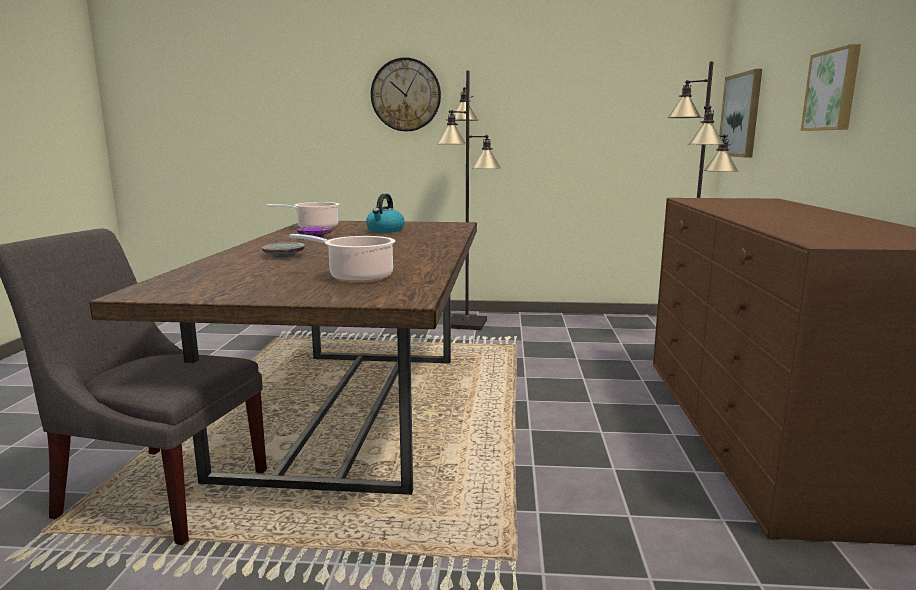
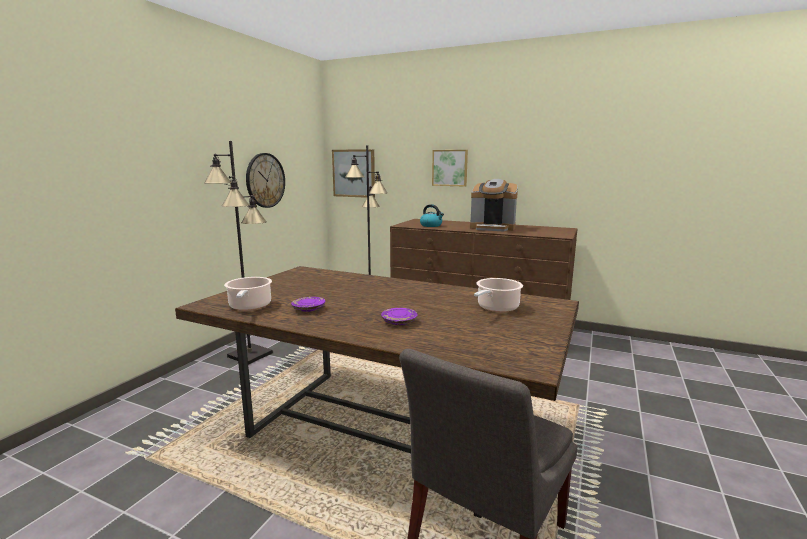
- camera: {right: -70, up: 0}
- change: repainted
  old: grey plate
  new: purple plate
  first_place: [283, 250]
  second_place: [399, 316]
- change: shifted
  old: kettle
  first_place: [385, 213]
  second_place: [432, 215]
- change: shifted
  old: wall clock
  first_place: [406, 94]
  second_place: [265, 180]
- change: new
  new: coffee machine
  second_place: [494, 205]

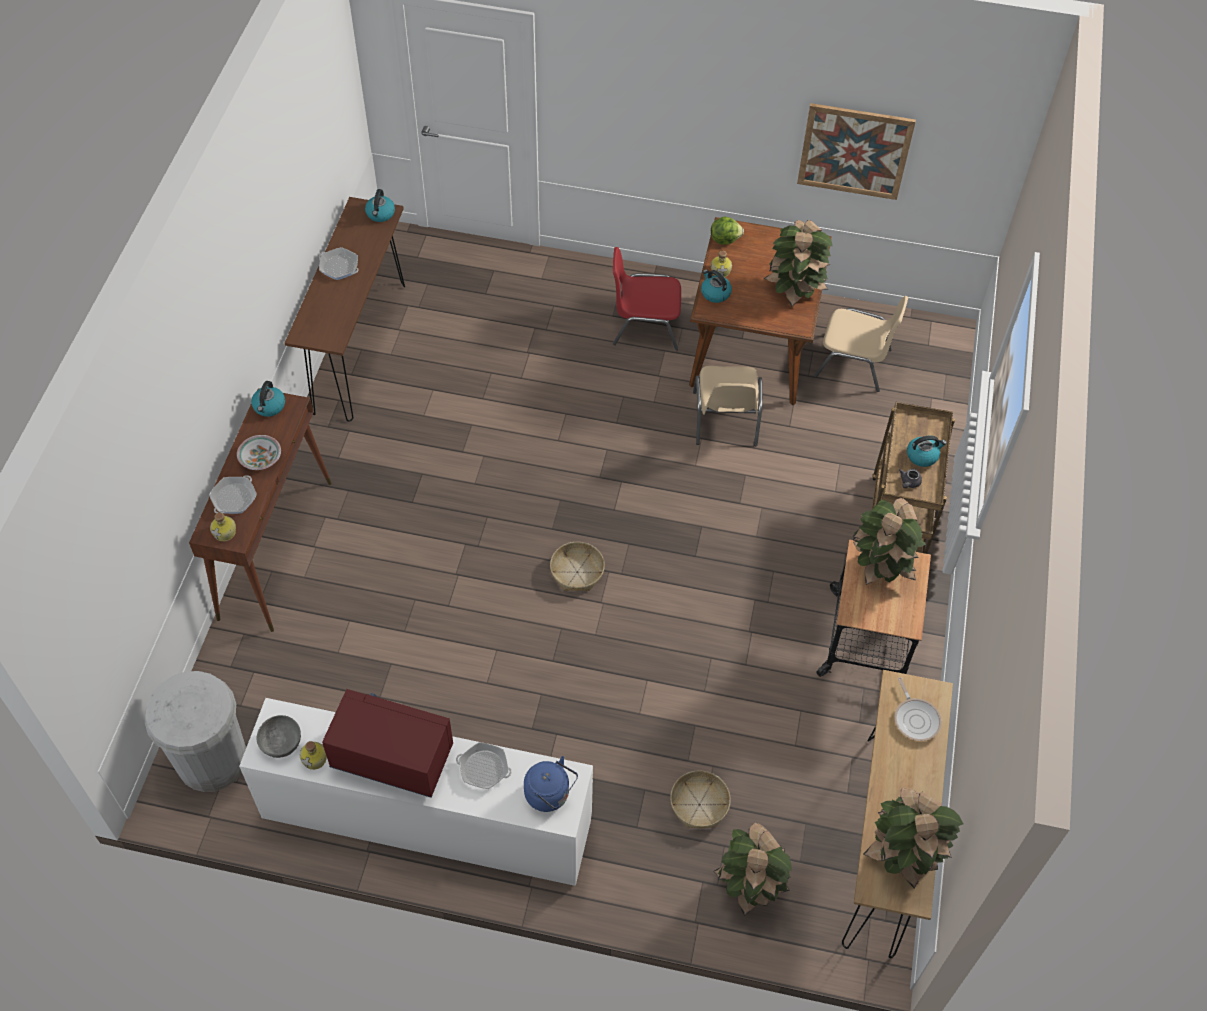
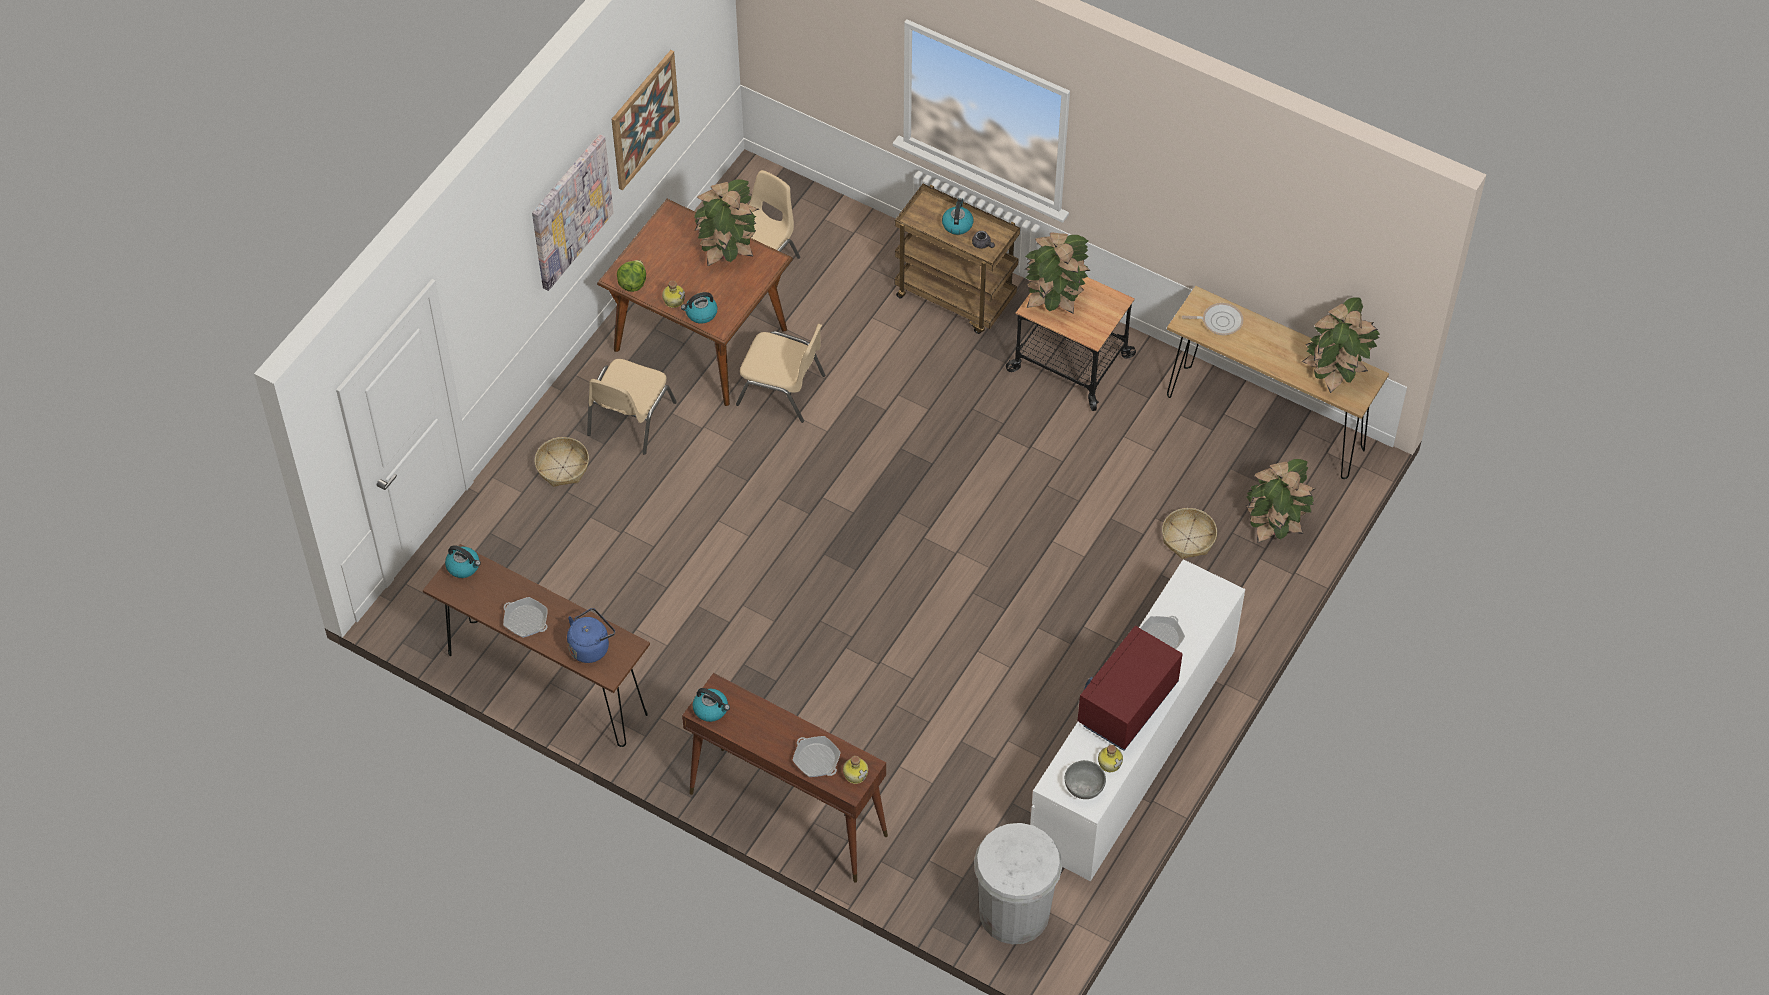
- camera: {right: -70, up: 0}
- change: gone
  old: bowl
  first_place: [259, 452]
- change: rotated
  old: frying pan
  first_place: [339, 263]
  second_place: [525, 617]
  degrees: -105
- change: shifted
  old: blue kettle
  first_place: [551, 784]
  second_place: [591, 635]
- change: shifted
  old: basket
  first_place: [577, 566]
  second_place: [562, 462]
- change: repainted
  old: red chair
  new: beige chair
  first_place: [647, 298]
  second_place: [632, 407]
- change: new
  new: picture
  second_place: [573, 212]

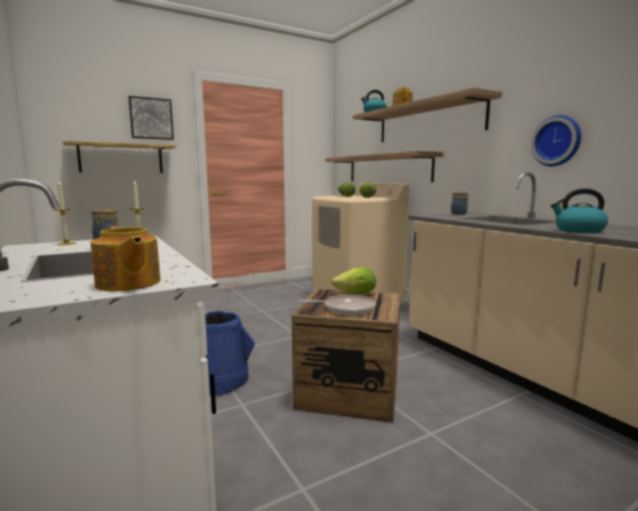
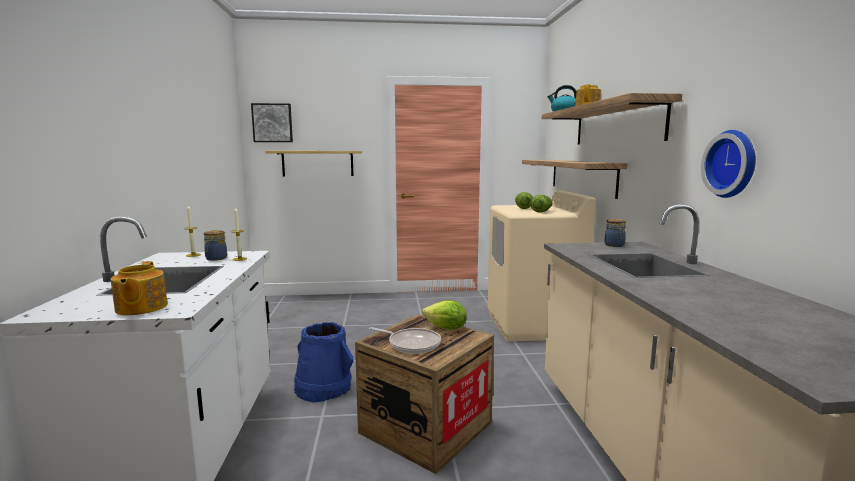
- camera: {right: 25, up: 0}
- change: shifted
  old: picture
  first_place: [151, 118]
  second_place: [272, 122]
- change: gone
  old: kettle
  first_place: [579, 210]

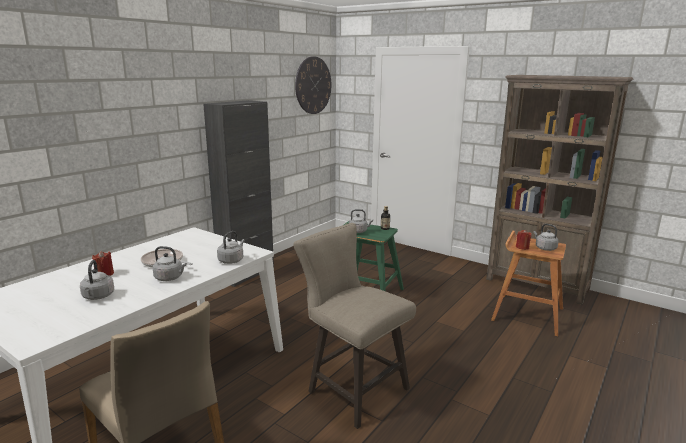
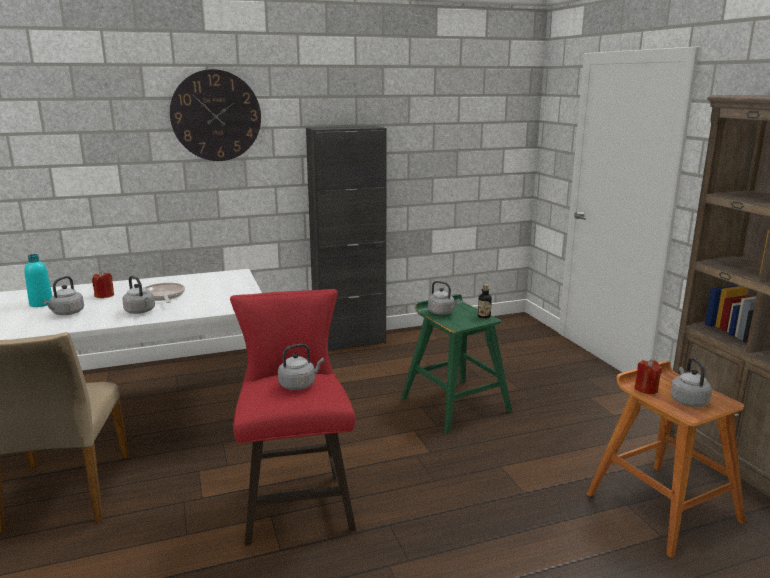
- camera: {right: 35, up: 0}
- change: shifted
  old: grey kettle
  first_place: [231, 247]
  second_place: [301, 367]
- change: repainted
  old: beige stool
  new: red stool
  first_place: [354, 326]
  second_place: [293, 417]
- change: shifted
  old: wall clock
  first_place: [313, 85]
  second_place: [215, 115]
- change: new
  new: turquoise bottle
  second_place: [38, 280]

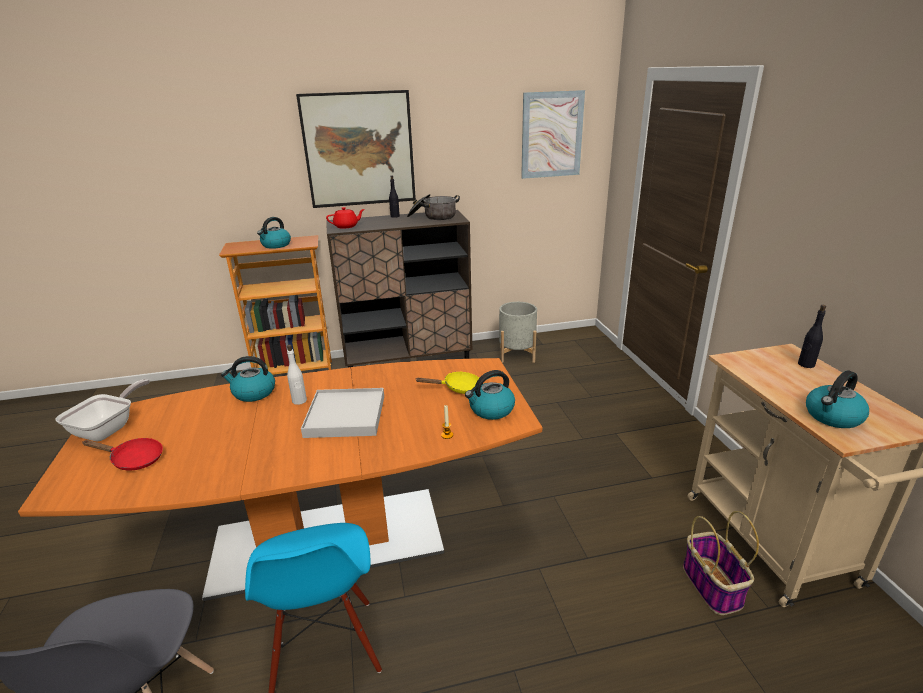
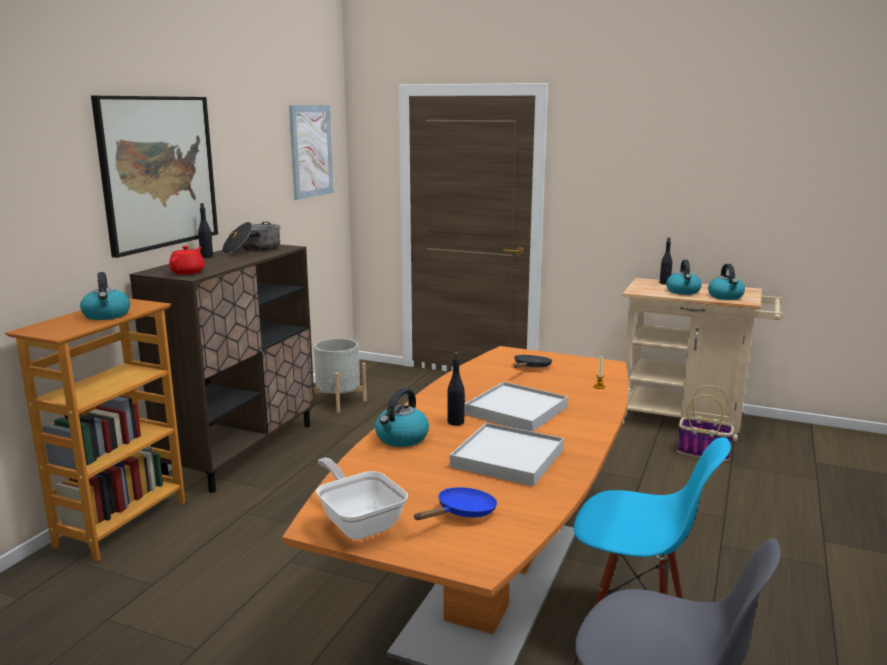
- camera: {right: -55, up: -10}
- change: repainted
  old: red frying pan
  new: blue frying pan
  first_place: [123, 454]
  second_place: [455, 503]
- change: repainted
  old: white bottle
  new: black bottle
  first_place: [297, 375]
  second_place: [456, 389]
- change: repainted
  old: yellow frying pan
  new: black frying pan
  first_place: [447, 382]
  second_place: [532, 361]
- change: shifted
  old: kettle
  first_place: [490, 395]
  second_place: [684, 277]
- change: new
  new: white tray
  second_place: [507, 455]

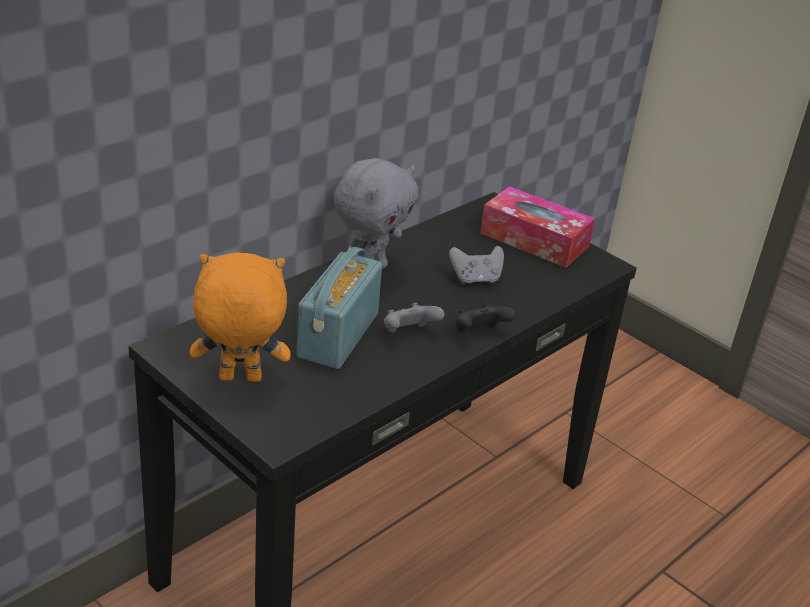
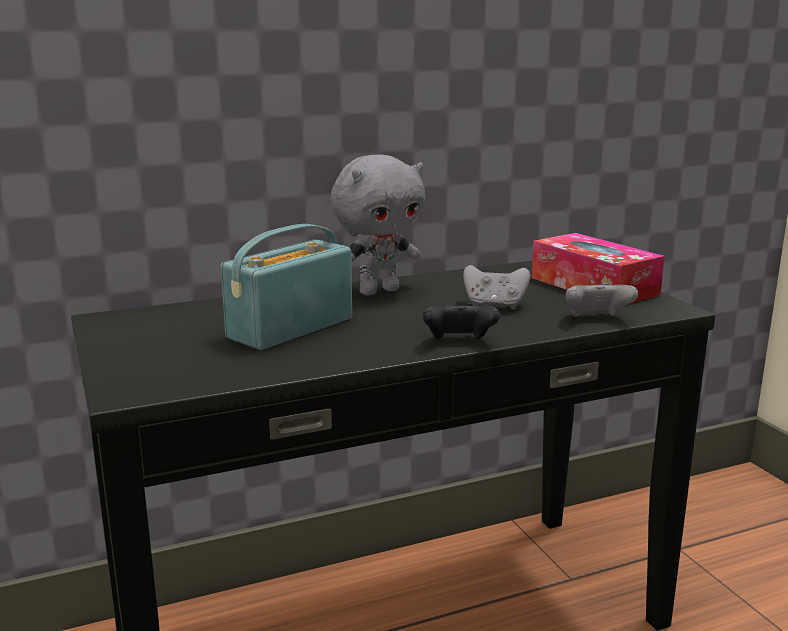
- camera: {right: 25, up: -15}
- change: gone
  old: orange plush toy
  first_place: [240, 317]
- change: shifted
  old: grey game controller
  first_place: [414, 317]
  second_place: [602, 300]

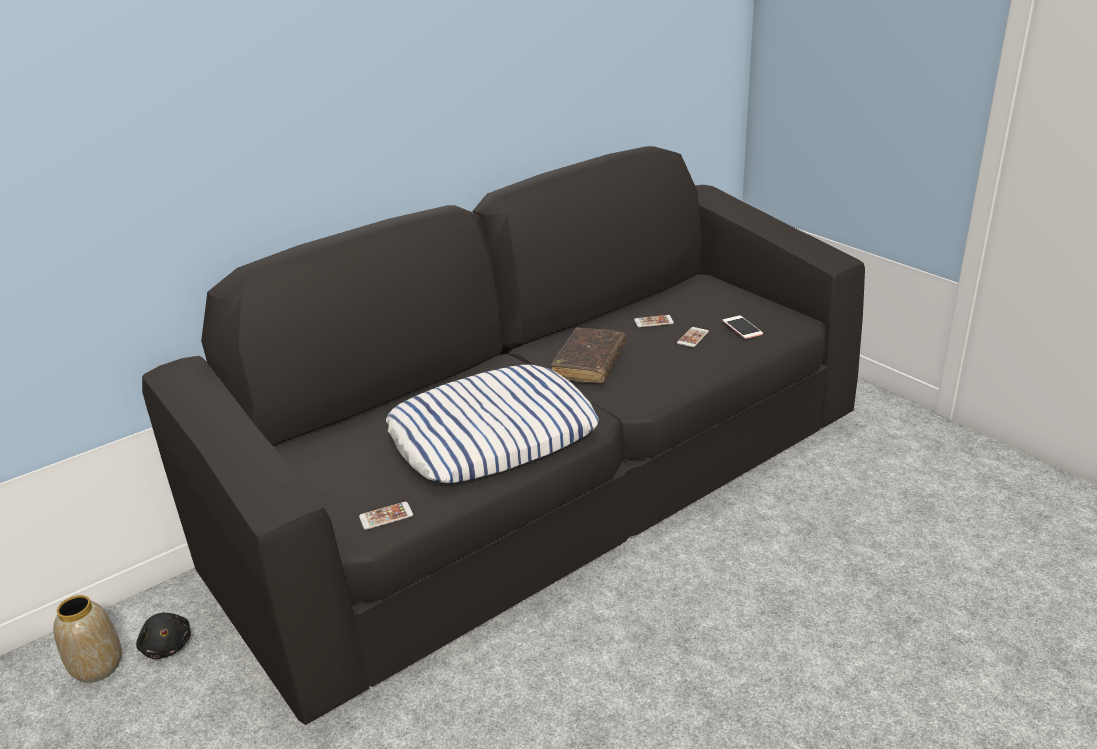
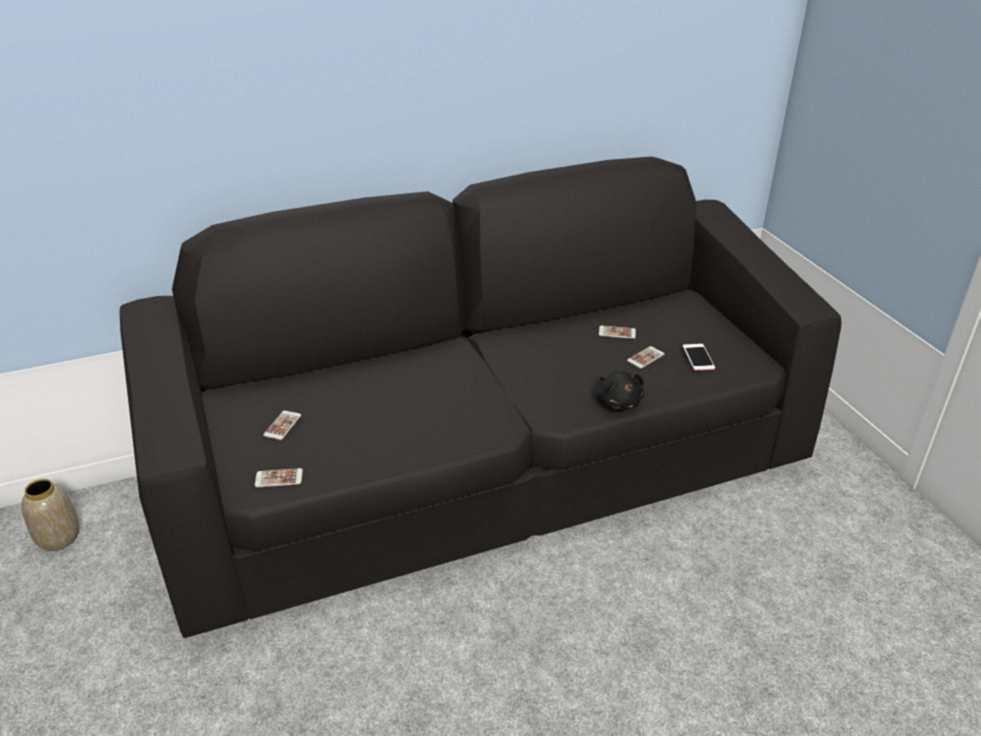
- camera: {right: 15, up: 5}
- change: shifted
  old: black plush toy
  first_place: [163, 636]
  second_place: [620, 390]
- change: gone
  old: pillow
  first_place: [492, 424]
- change: gone
  old: brown book
  first_place: [588, 355]
- change: new
  new: phone
  second_place: [282, 425]

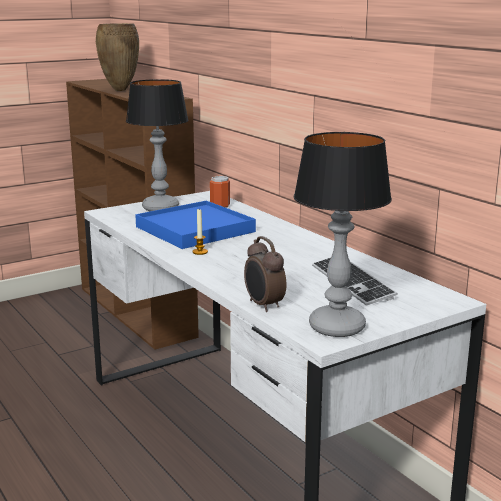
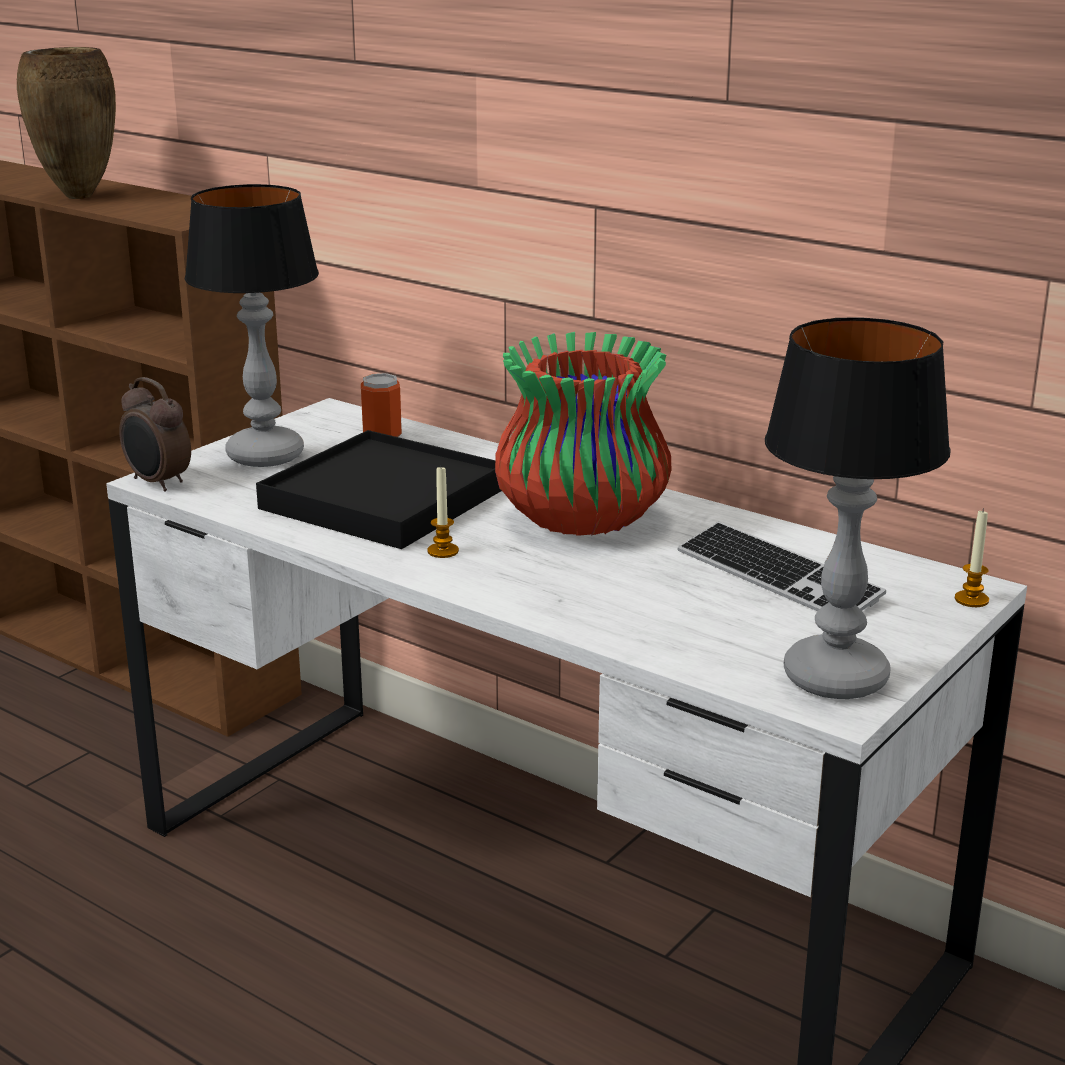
- camera: {right: -20, up: 5}
- change: repainted
  old: blue tray
  new: black tray
  first_place: [195, 225]
  second_place: [378, 489]
- change: shifted
  old: alarm clock
  first_place: [265, 274]
  second_place: [155, 434]
- change: new
  new: vase
  second_place: [583, 434]
- change: new
  new: candle
  second_place: [972, 558]

